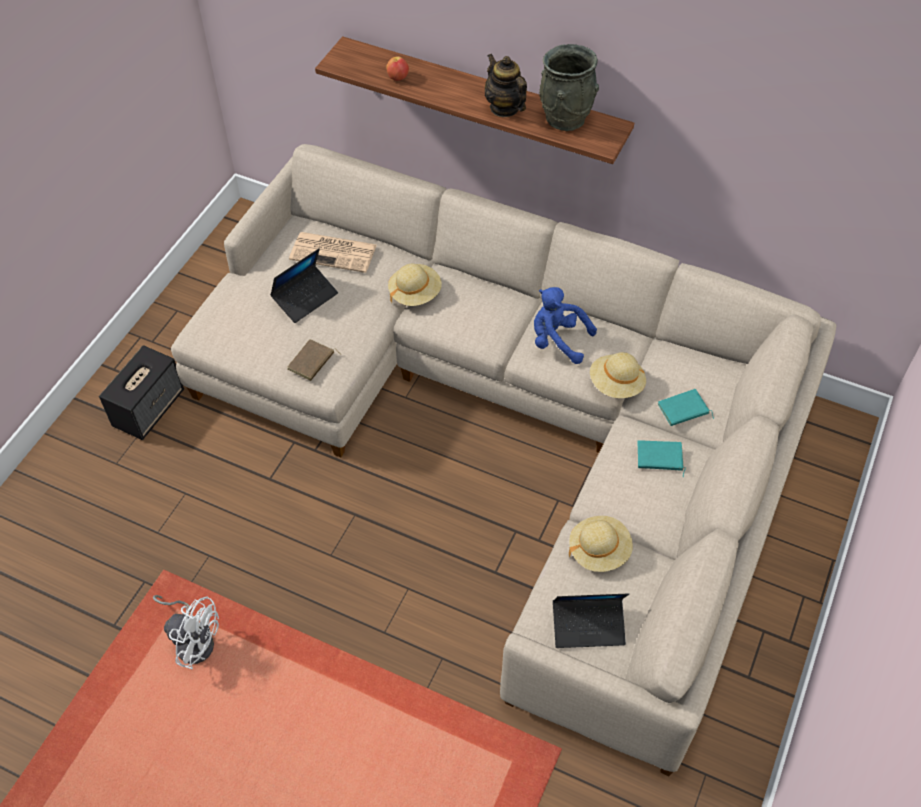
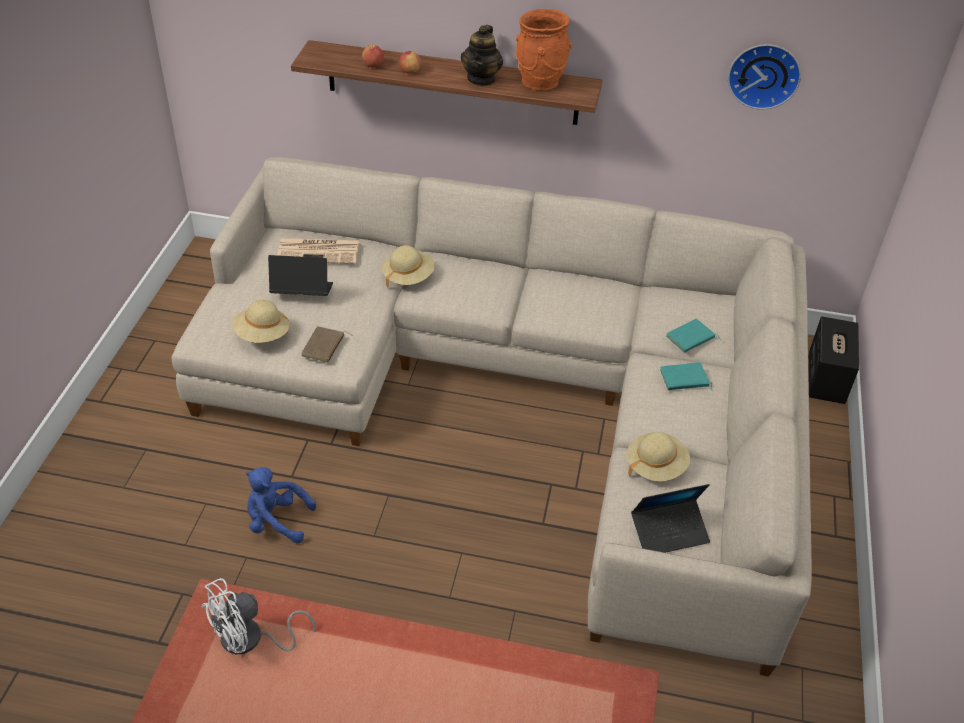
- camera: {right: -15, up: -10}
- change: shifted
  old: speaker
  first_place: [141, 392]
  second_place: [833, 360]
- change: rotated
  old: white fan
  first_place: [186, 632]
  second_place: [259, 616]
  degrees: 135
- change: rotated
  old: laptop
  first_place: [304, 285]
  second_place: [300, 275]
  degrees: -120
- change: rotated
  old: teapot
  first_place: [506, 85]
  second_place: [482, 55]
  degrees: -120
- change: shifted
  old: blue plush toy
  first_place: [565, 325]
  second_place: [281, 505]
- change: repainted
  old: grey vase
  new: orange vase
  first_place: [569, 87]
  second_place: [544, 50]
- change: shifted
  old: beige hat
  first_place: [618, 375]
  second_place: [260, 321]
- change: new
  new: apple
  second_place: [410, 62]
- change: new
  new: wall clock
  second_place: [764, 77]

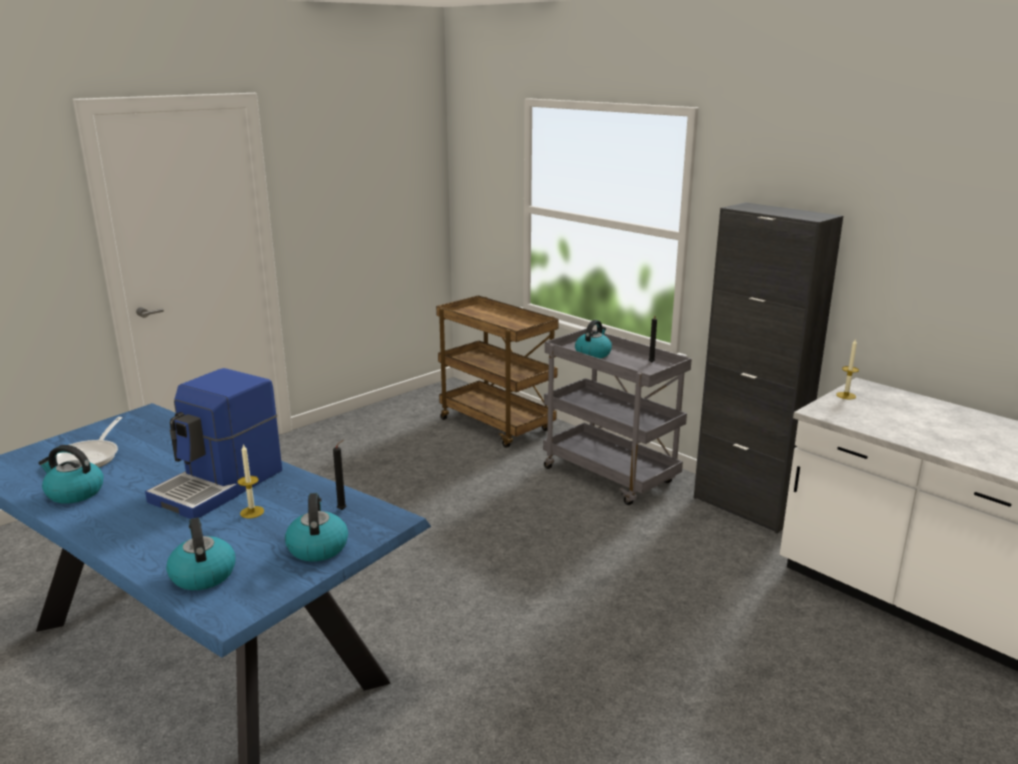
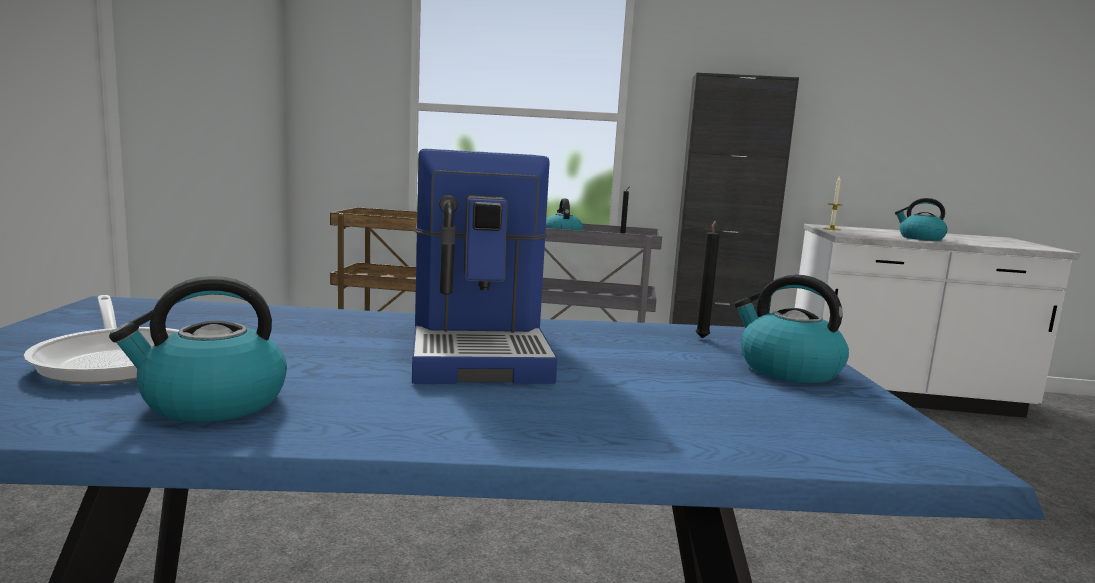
- camera: {right: -40, up: -10}
- change: shifted
  old: kettle
  first_place: [200, 553]
  second_place: [921, 219]
- change: gone
  old: candle
  first_place: [251, 481]

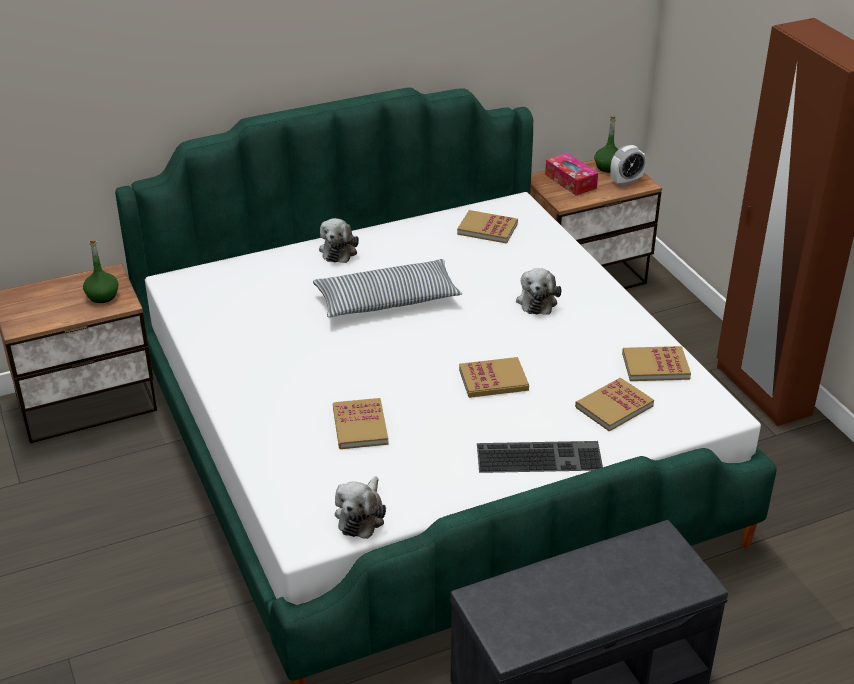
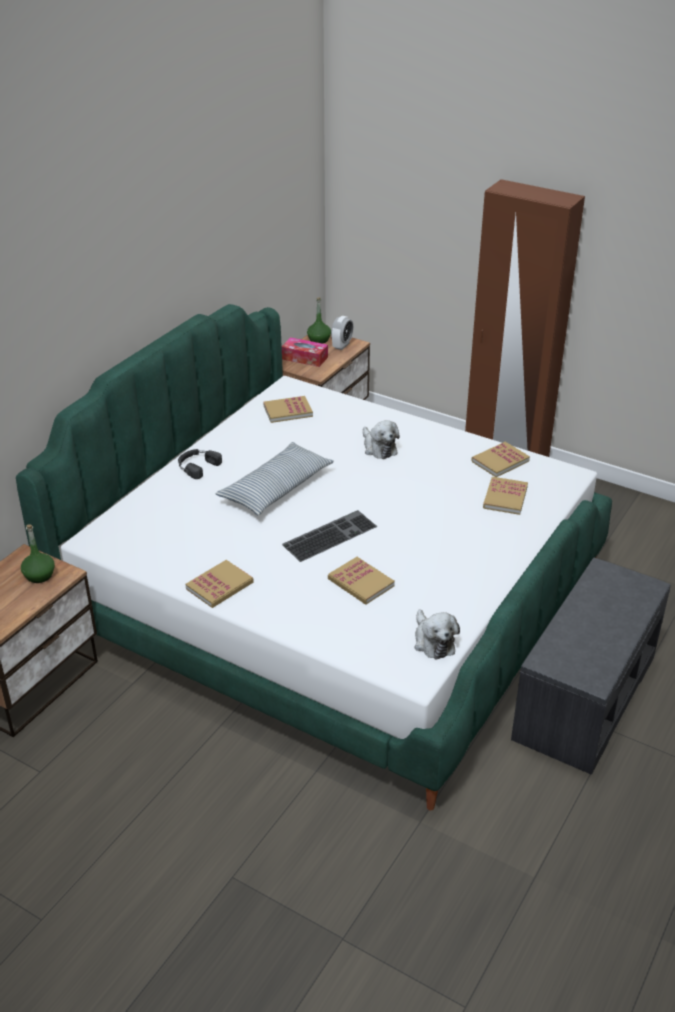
- camera: {right: -35, up: 0}
- change: swapped
  old: plush toy
  new: black headphones
  first_place: [339, 240]
  second_place: [200, 464]
- change: shifted
  old: book
  first_place: [494, 377]
  second_place: [219, 584]
- change: shifted
  old: keyboard
  first_place: [540, 457]
  second_place: [329, 536]

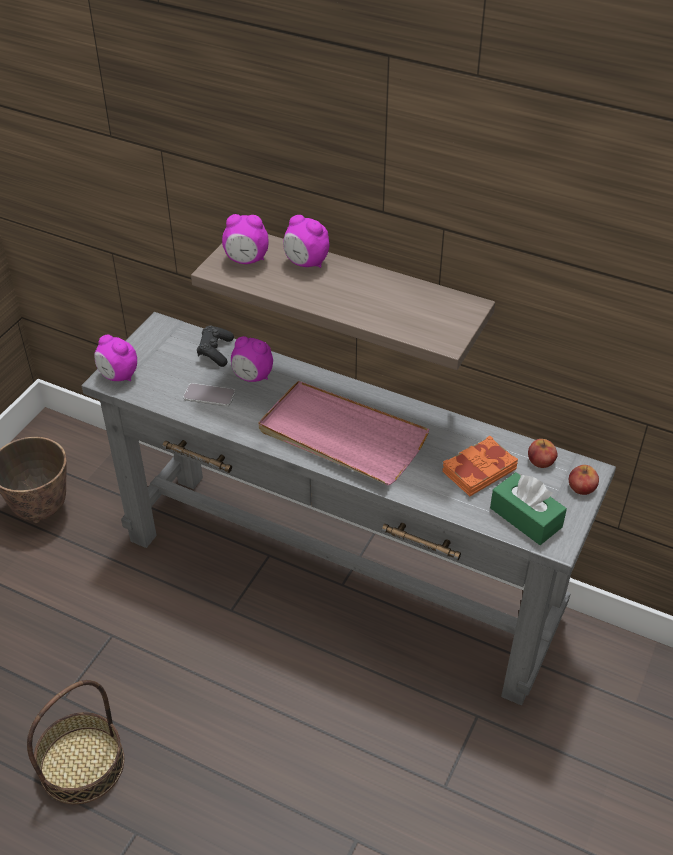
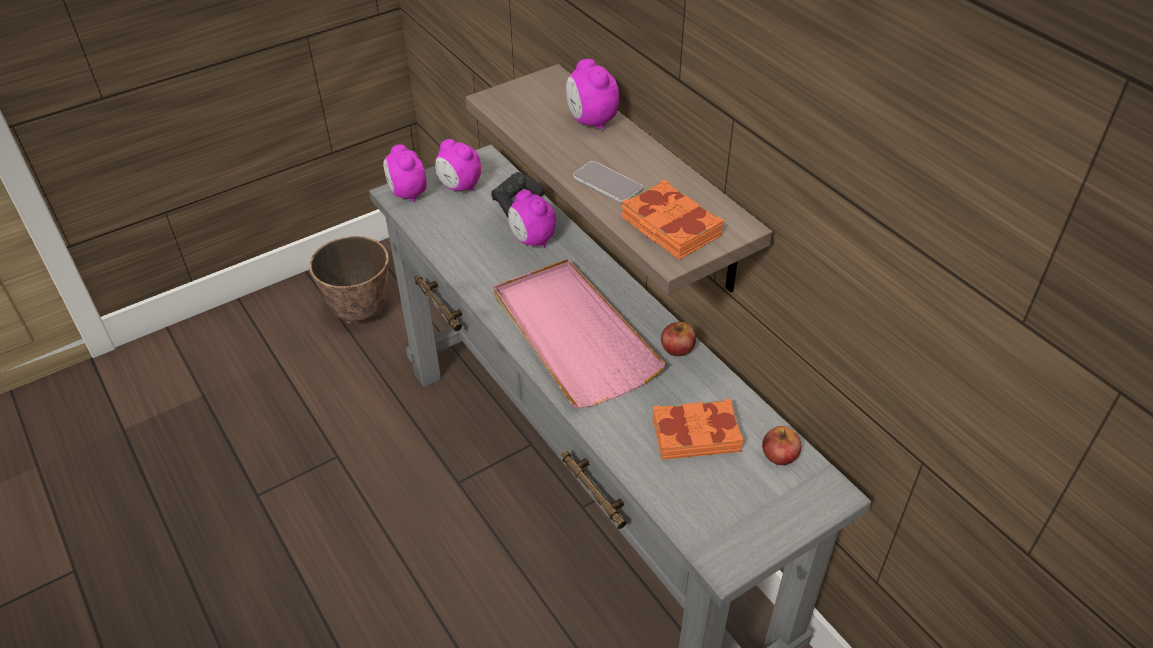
- camera: {right: 30, up: 0}
- change: gone
  old: basket
  first_place: [75, 742]
- change: shifted
  old: phone
  first_place: [209, 394]
  second_place: [608, 182]
- change: shifted
  old: alarm clock
  first_place: [245, 239]
  second_place: [458, 165]
- change: gone
  old: green tissue box
  first_place: [528, 508]
- change: shifted
  old: apple
  first_place: [584, 480]
  second_place: [678, 339]
- change: new
  new: orange book
  second_place: [673, 219]

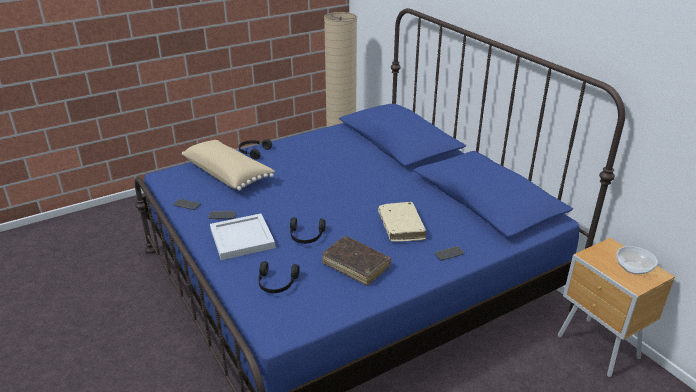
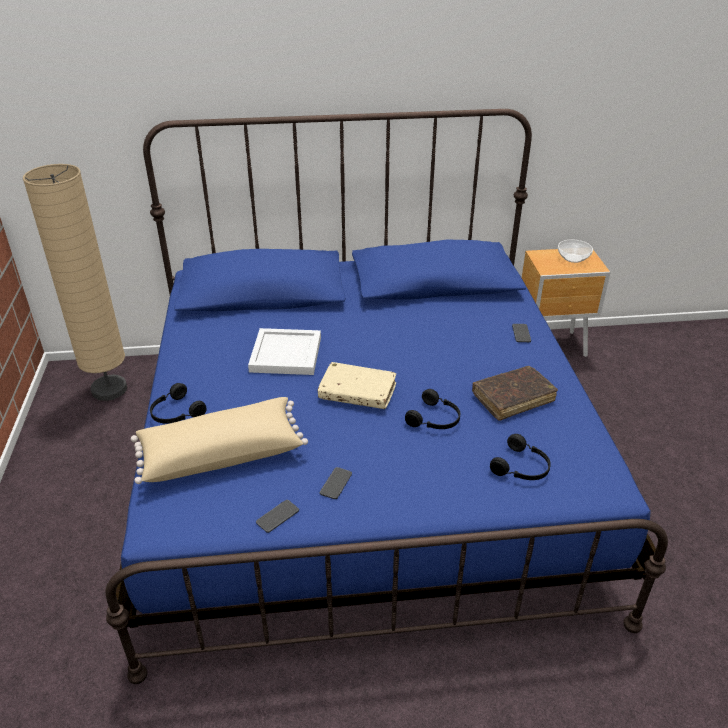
- camera: {right: -65, up: 5}
- change: shifted
  old: white tray
  first_place: [242, 237]
  second_place: [284, 351]
- change: shifted
  old: beige book
  first_place: [402, 222]
  second_place: [357, 385]

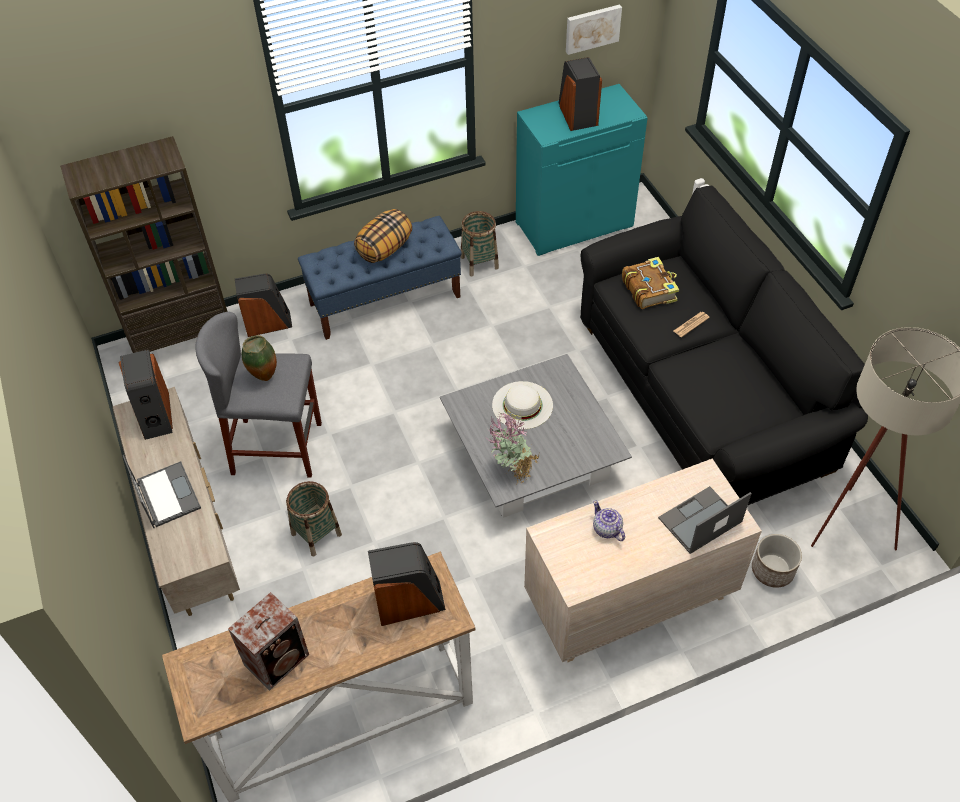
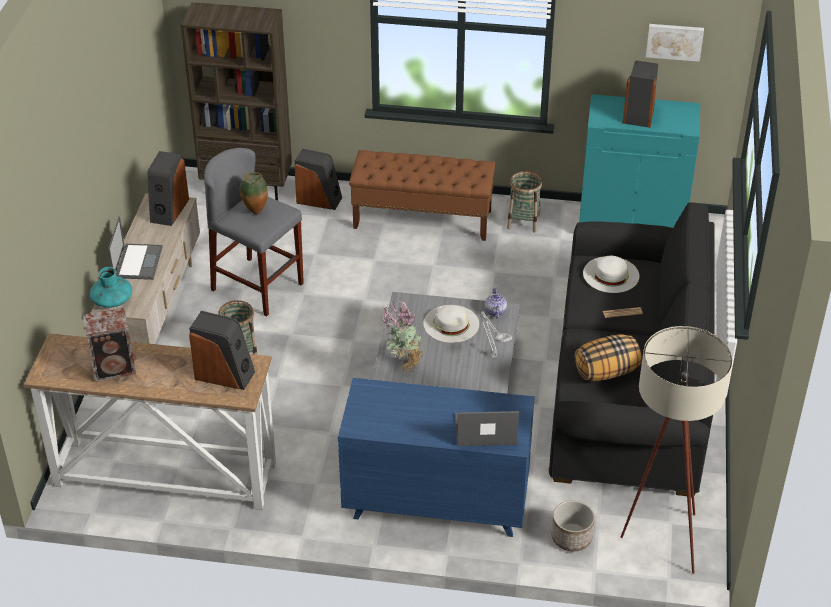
- camera: {right: 30, up: -10}
- change: repainted
  old: blue bench
  new: brown bench
  first_place: [380, 278]
  second_place: [422, 195]
- change: shifted
  old: pillow
  first_place: [383, 236]
  second_place: [608, 357]
- change: repainted
  old: beige dresser
  new: blue dresser
  first_place: [643, 560]
  second_place: [436, 457]
- change: shifted
  old: teapot
  first_place: [609, 520]
  second_place: [496, 302]
- change: swapped
  old: book
  new: white hat
  first_place: [650, 283]
  second_place: [611, 274]
- change: new
  new: turquoise vase
  second_place: [111, 287]
- change: new
  new: grey table lamp
  second_place: [496, 334]

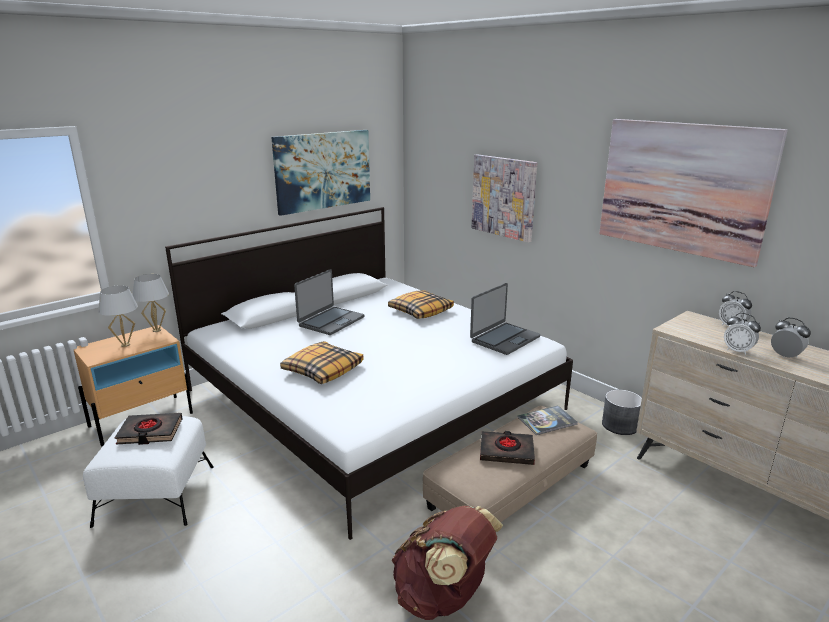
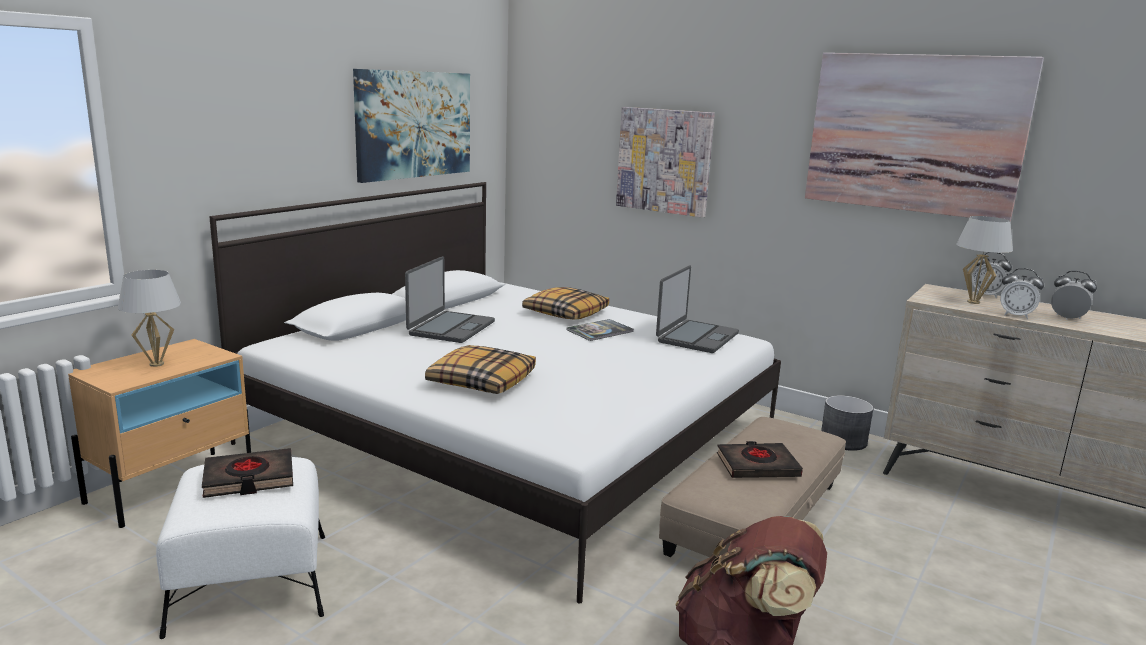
- camera: {right: -15, up: -5}
- change: shifted
  old: white table lamp
  first_place: [151, 303]
  second_place: [984, 260]
- change: shifted
  old: book
  first_place: [548, 420]
  second_place: [600, 330]

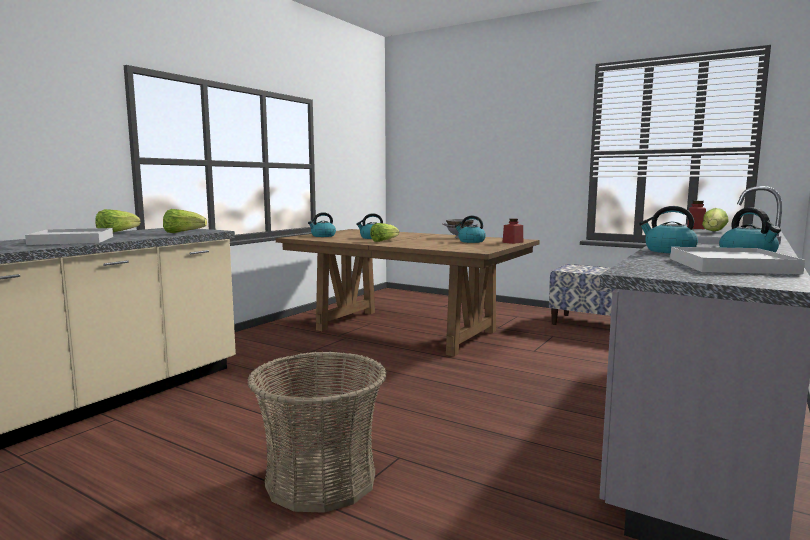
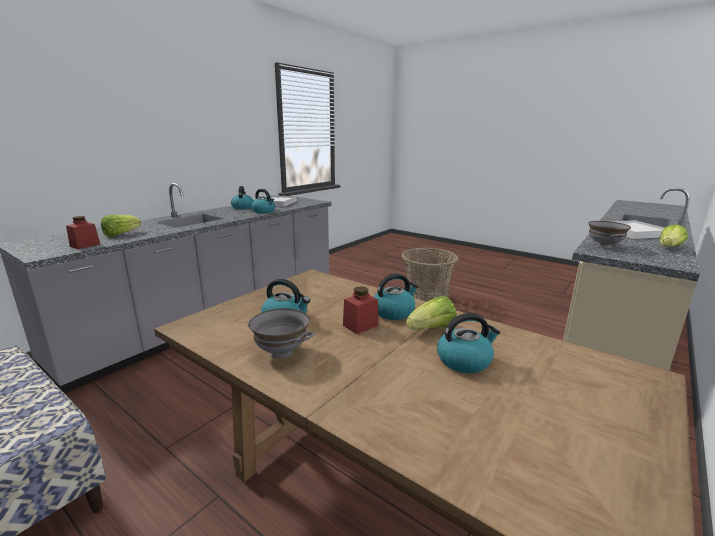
- camera: {right: -175, up: 10}
- change: swapped
  old: lettuce
  new: grey bowl
  first_place: [185, 221]
  second_place: [610, 234]
- change: shifted
  old: kettle
  first_place: [322, 224]
  second_place: [396, 296]
- change: shifted
  old: red jar
  first_place: [512, 231]
  second_place: [361, 310]

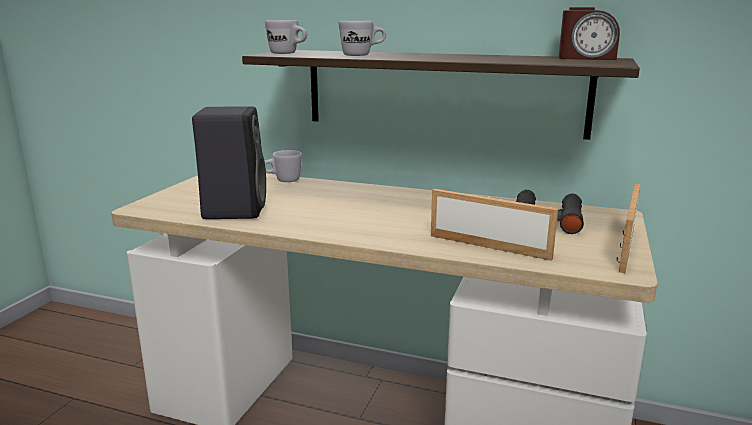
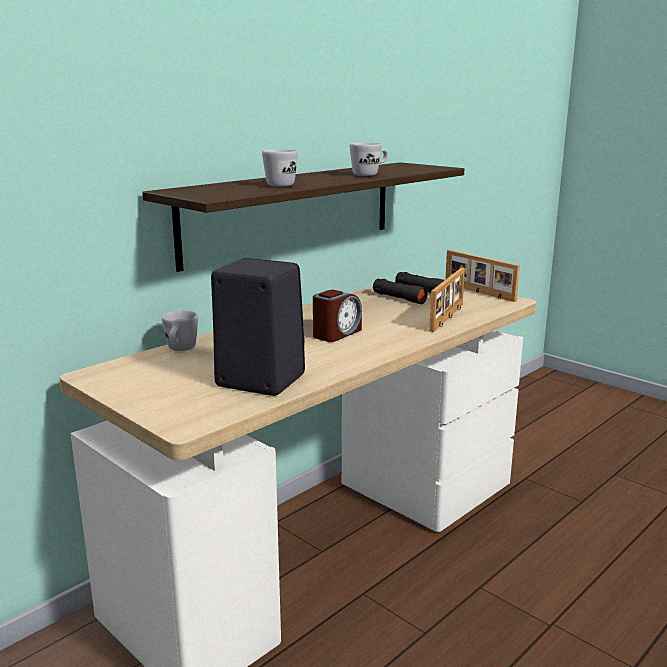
- camera: {right: -65, up: 0}
- change: shifted
  old: white mug
  first_place: [286, 37]
  second_place: [369, 159]
- change: rotated
  old: picture frame
  first_place: [494, 225]
  second_place: [447, 300]
  degrees: 150
- change: shifted
  old: alarm clock
  first_place: [589, 33]
  second_place: [337, 315]

